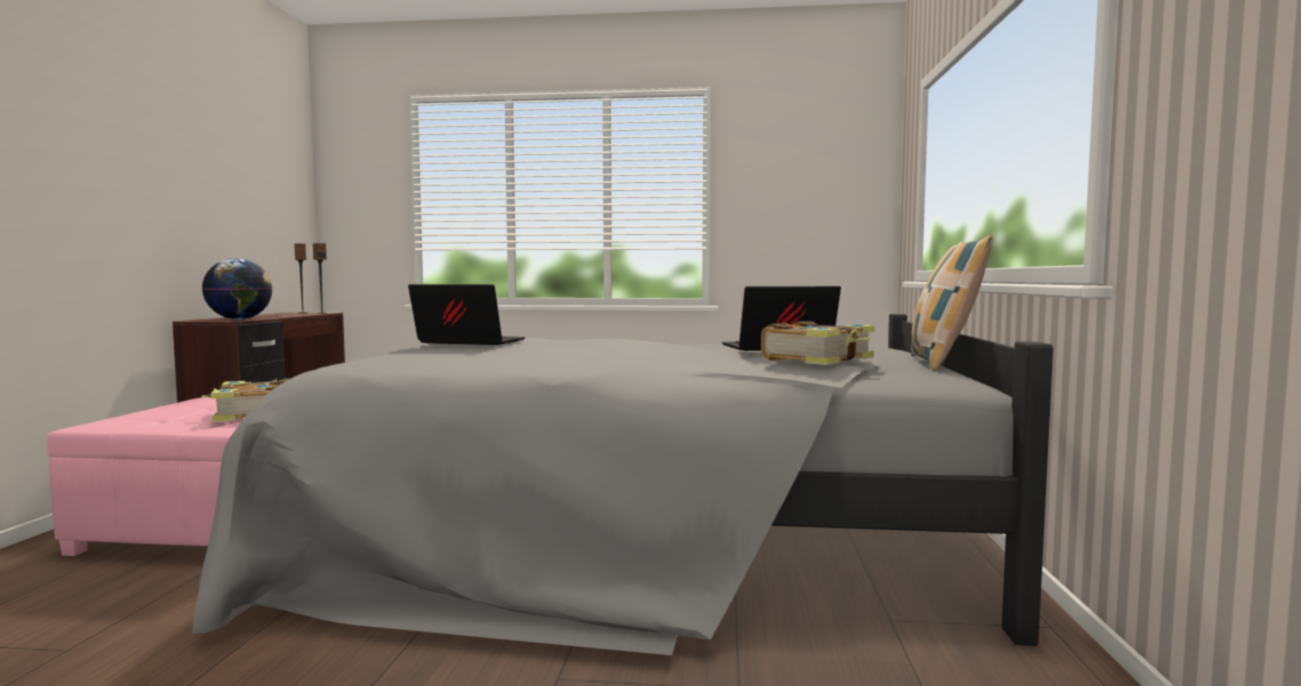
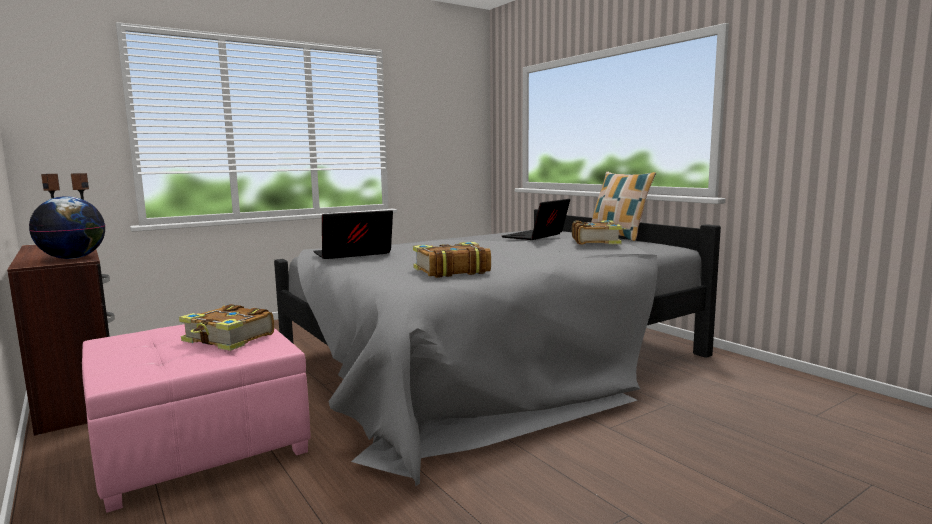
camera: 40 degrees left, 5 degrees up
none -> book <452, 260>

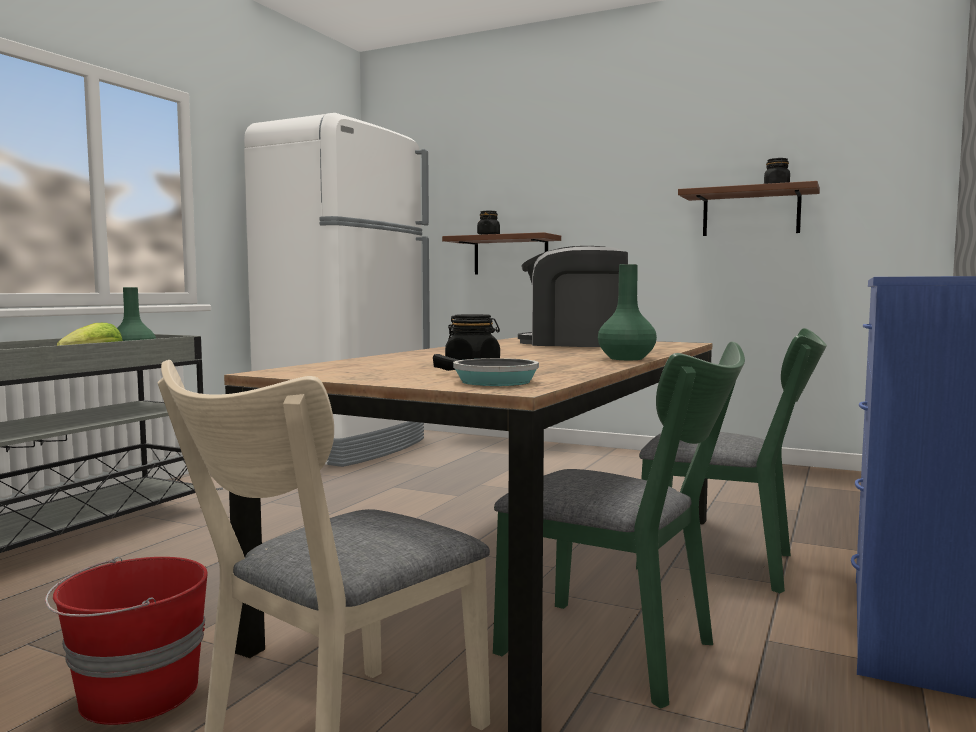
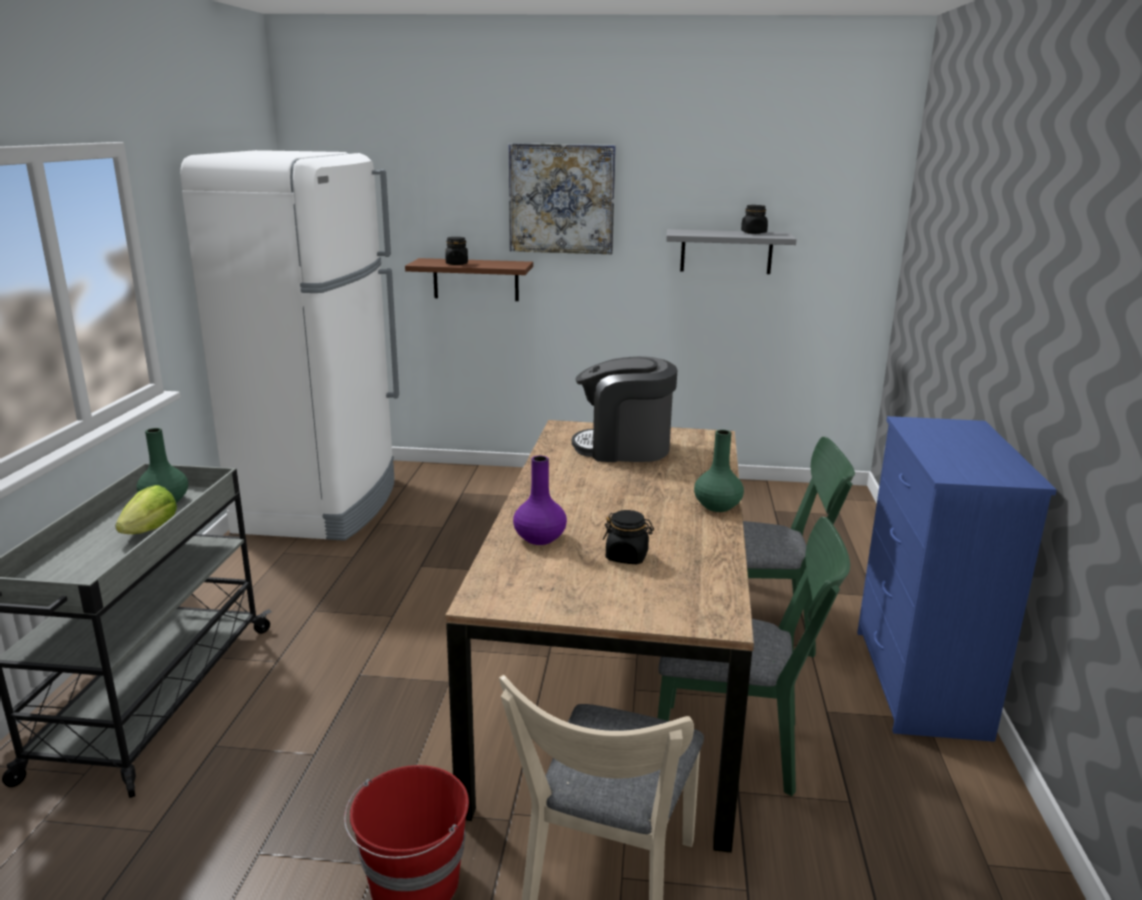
camera: 20 degrees left, 15 degrees up
frying pan <486, 370> -> none
none -> picture <562, 198>
none -> vase (purple) <540, 500>
shelf (brown) <749, 208> -> shelf (grey) <731, 251>

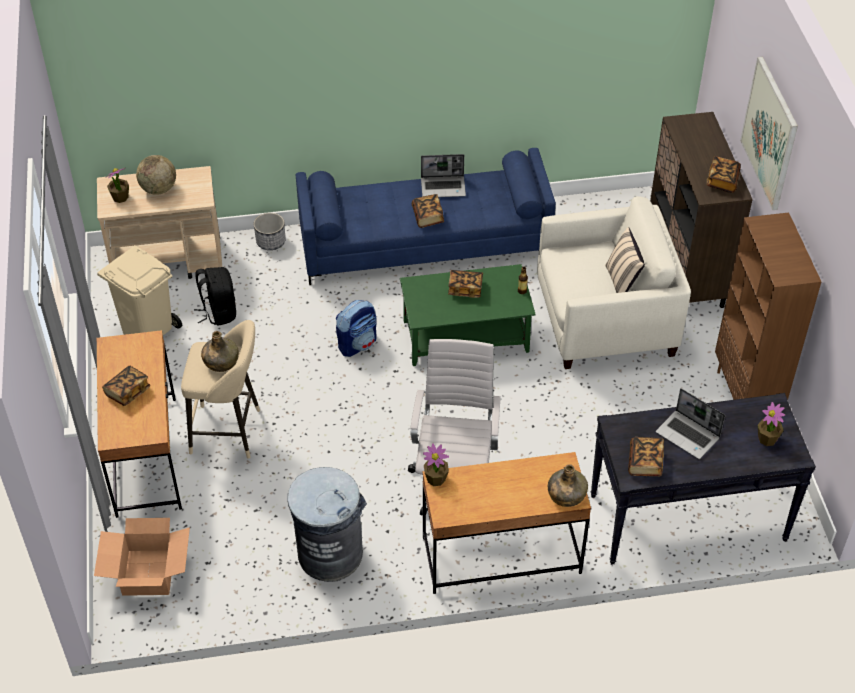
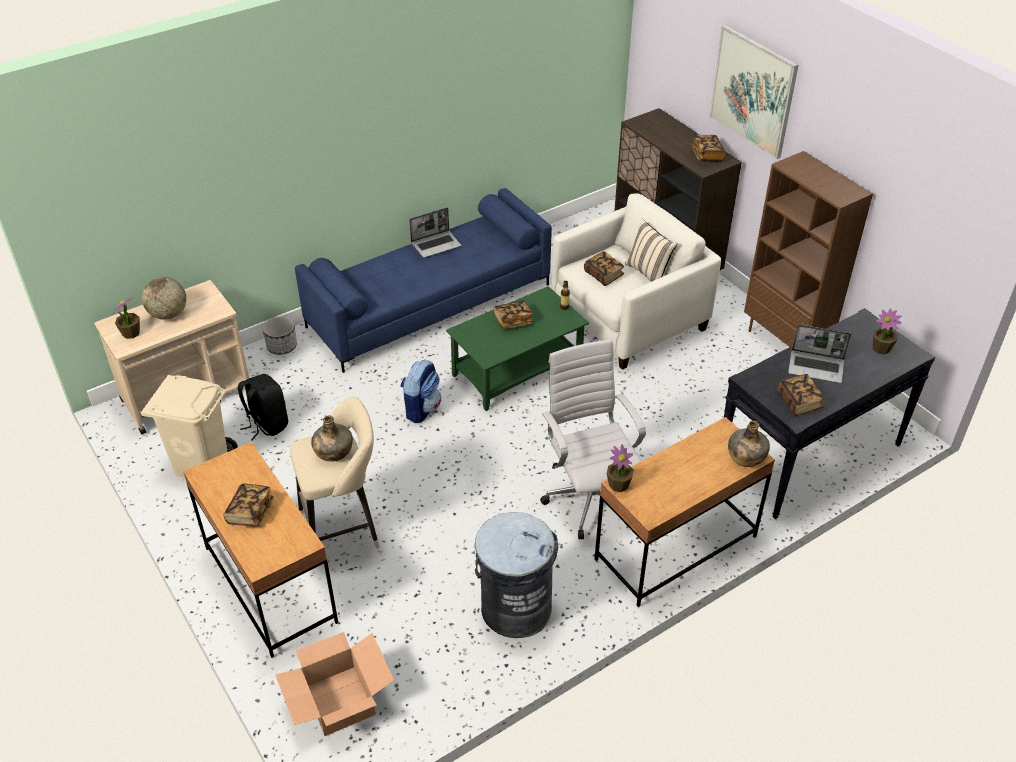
camera: 25 degrees left, 5 degrees down
book <428, 211> -> book <604, 268>, move

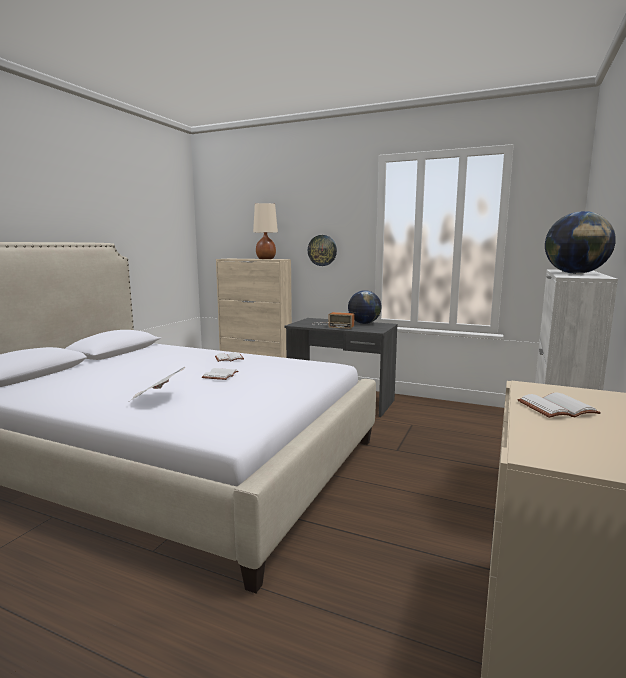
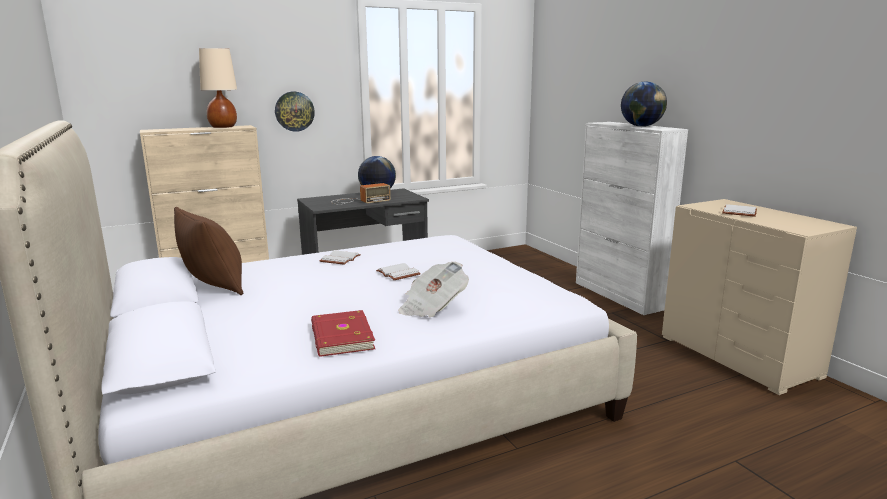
camera: 50 degrees left, 5 degrees up
none -> pillow (brown) <209, 251>
none -> book (red) <343, 333>

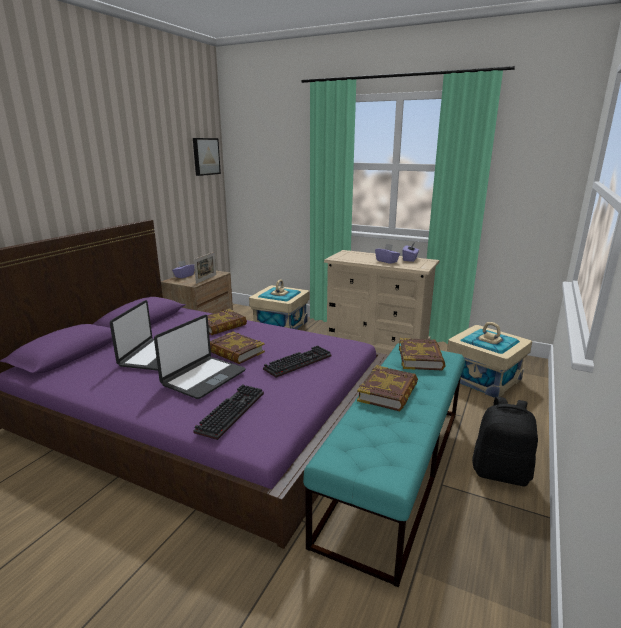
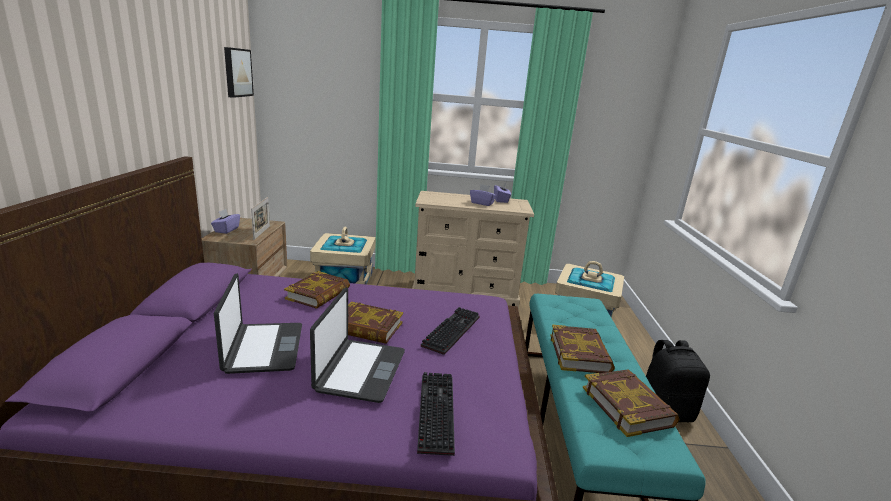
camera: 25 degrees left, 0 degrees up
book <422, 354> -> book <631, 403>, move

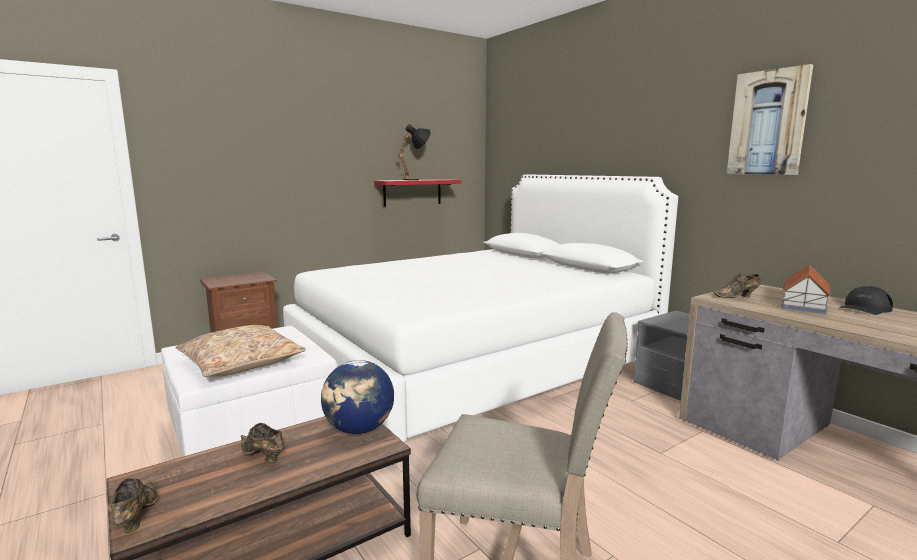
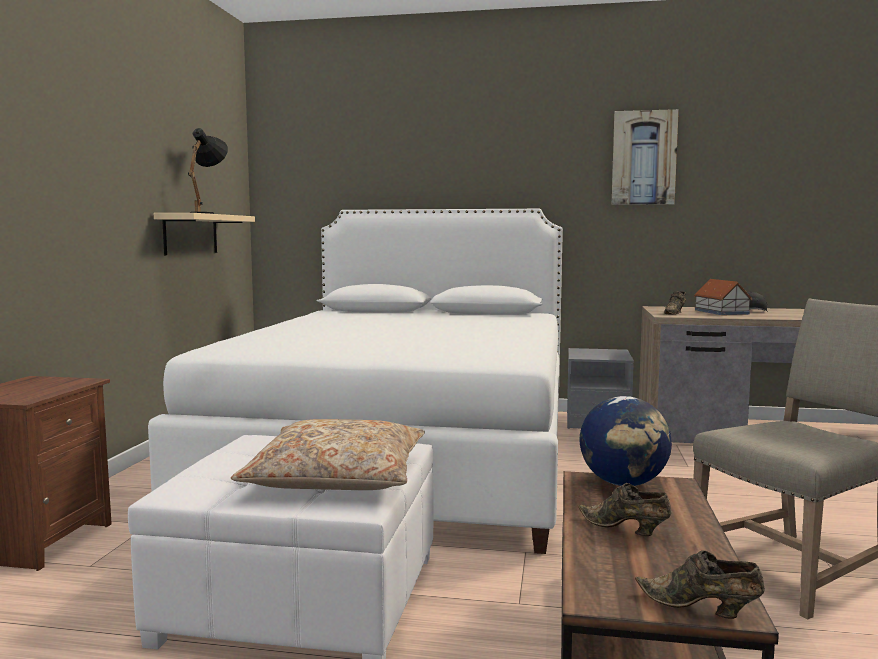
camera: 45 degrees left, 5 degrees down
shelf (red) <417, 193> -> shelf (beige) <204, 234>
shoe (brown) <263, 443> -> shoe (brown) <624, 509>, 45 degrees clockwise

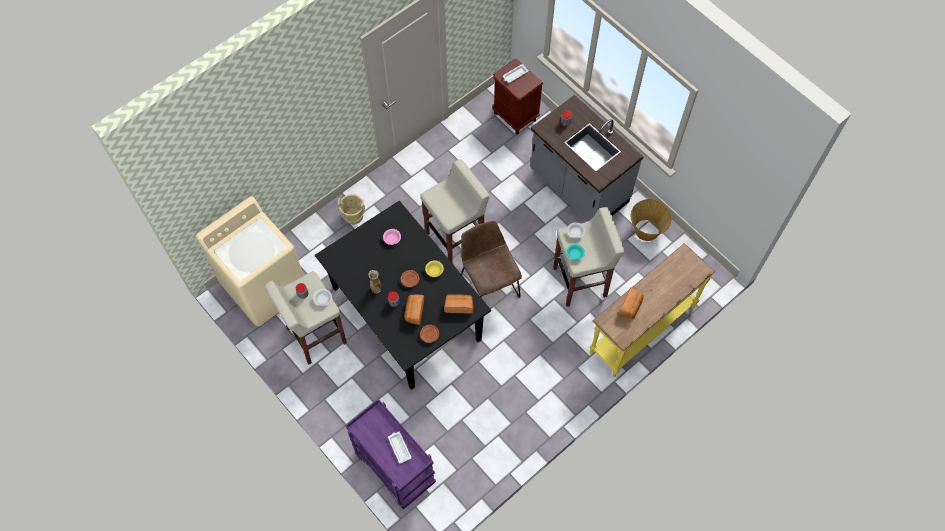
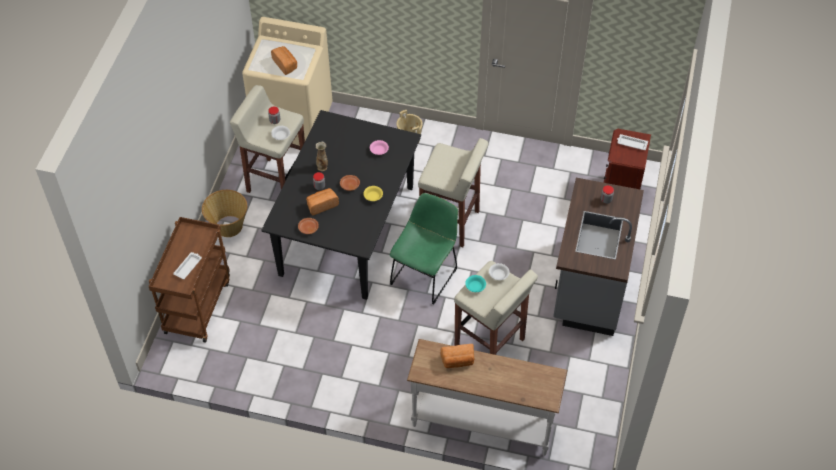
camera: 55 degrees right, 10 degrees down
bread <458, 303> -> bread <284, 60>, move
basket <651, 220> -> basket <224, 213>, move
cart (purple) <390, 454> -> cart (brown) <189, 280>
chair (brown) <491, 259> -> chair (green) <424, 248>
console table (yellow) <652, 310> -> console table (white) <487, 397>

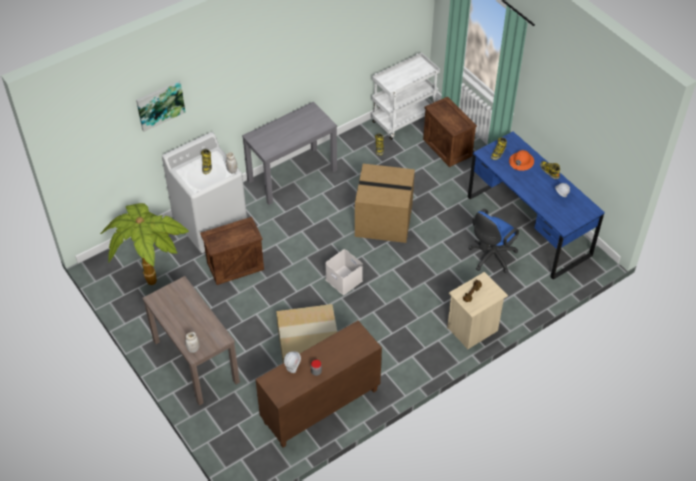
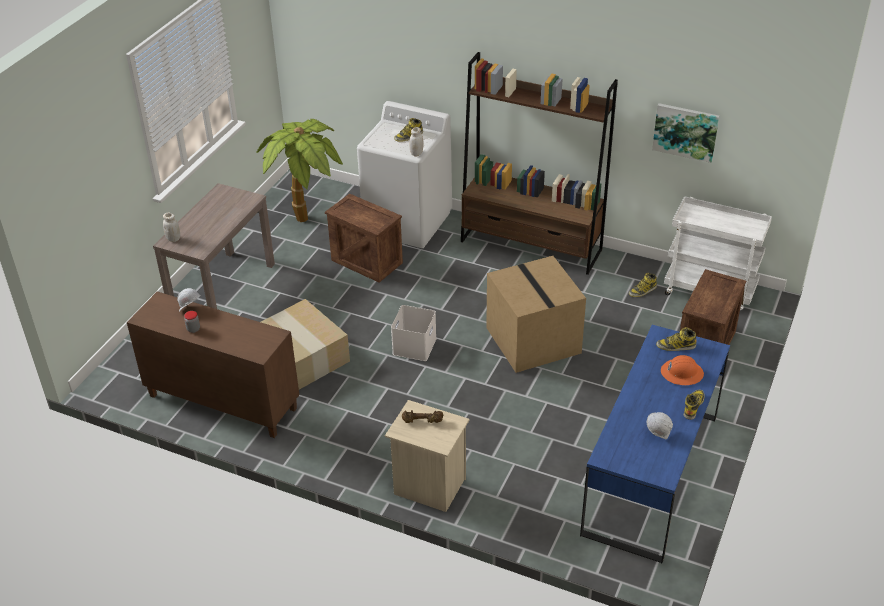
camera: 60 degrees right, 10 degrees down
office chair (blue) <494, 241> -> none
picture <161, 106> -> picture <685, 133>, move
console table (grey) <289, 153> -> bookcase (brown) <539, 163>

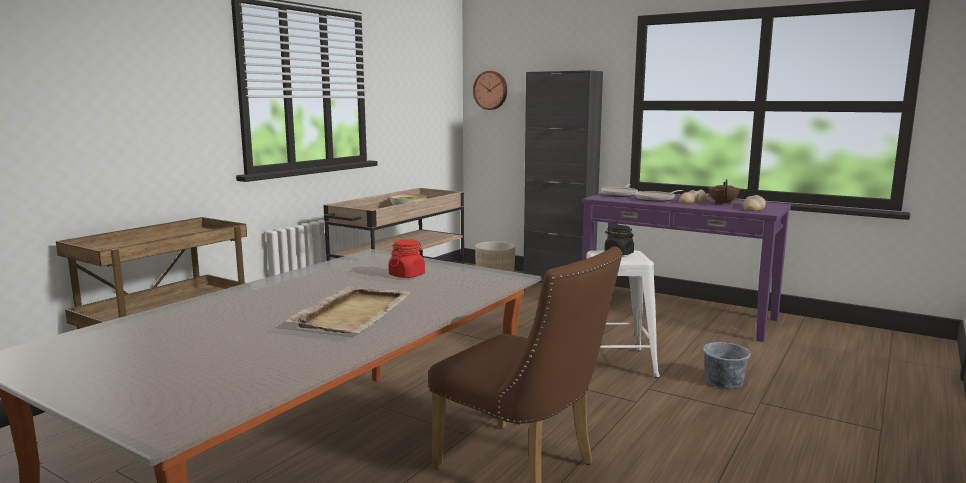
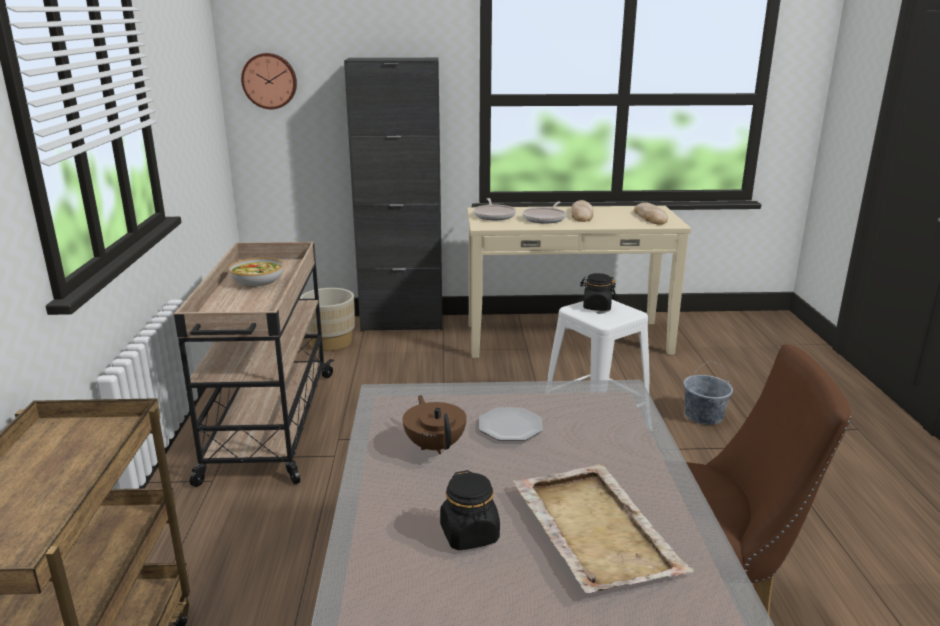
camera: 35 degrees left, 10 degrees up
none -> jar (black) <470, 510>
teapot (brown) <724, 192> -> teapot (brown) <434, 424>, move
jar (red) <406, 258> -> plate <511, 424>
console table (purple) <686, 267> -> console table (beige) <579, 282>

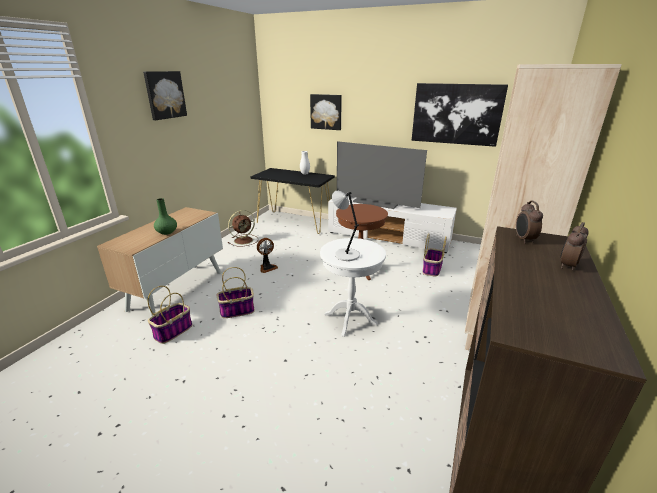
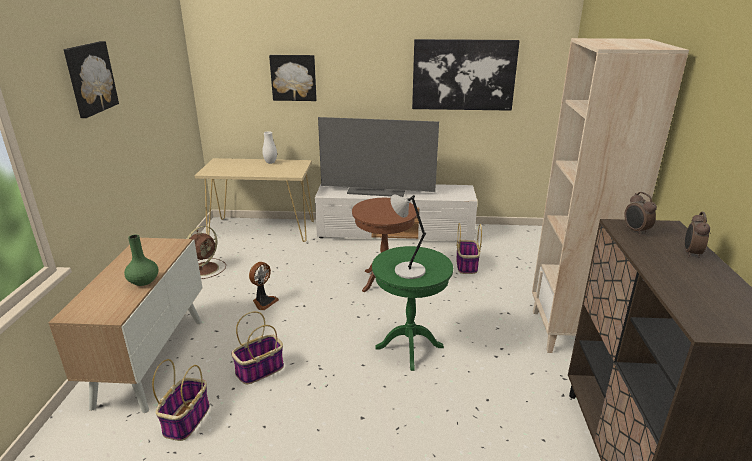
camera: 20 degrees left, 0 degrees up
console table (black) <292, 201> -> console table (beige) <254, 200>
side table (white) <353, 287> -> side table (green) <412, 308>

